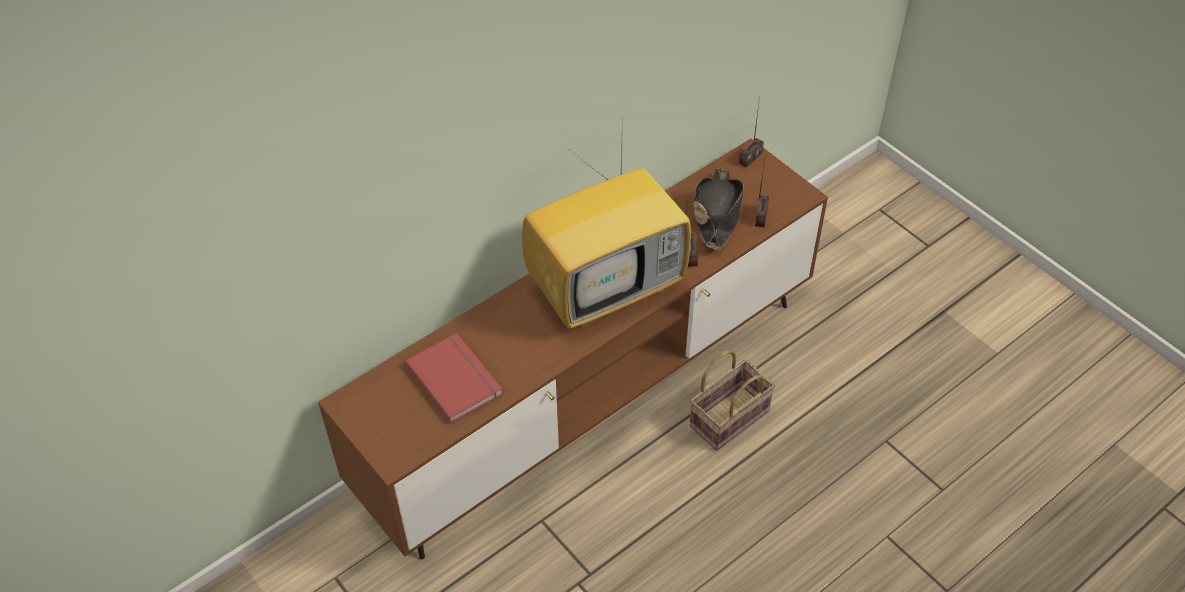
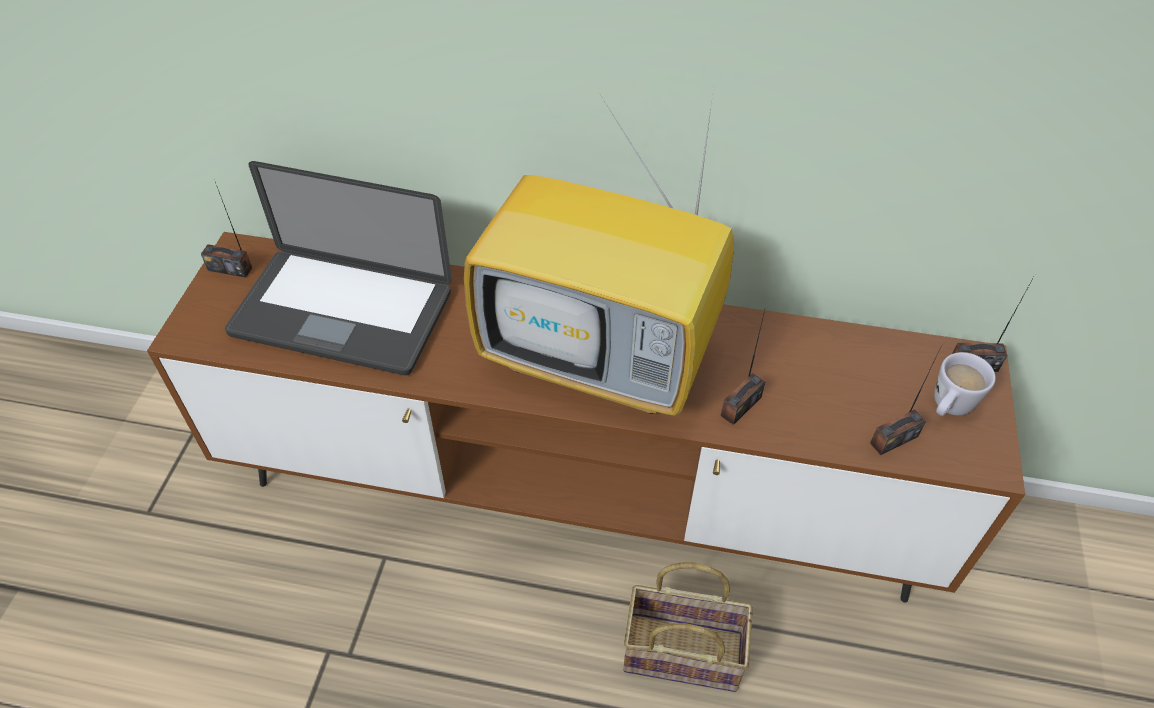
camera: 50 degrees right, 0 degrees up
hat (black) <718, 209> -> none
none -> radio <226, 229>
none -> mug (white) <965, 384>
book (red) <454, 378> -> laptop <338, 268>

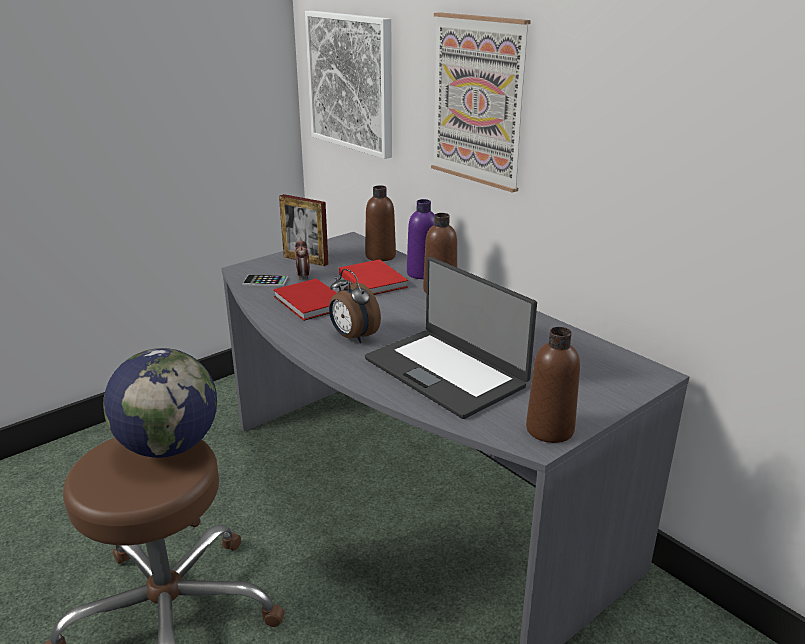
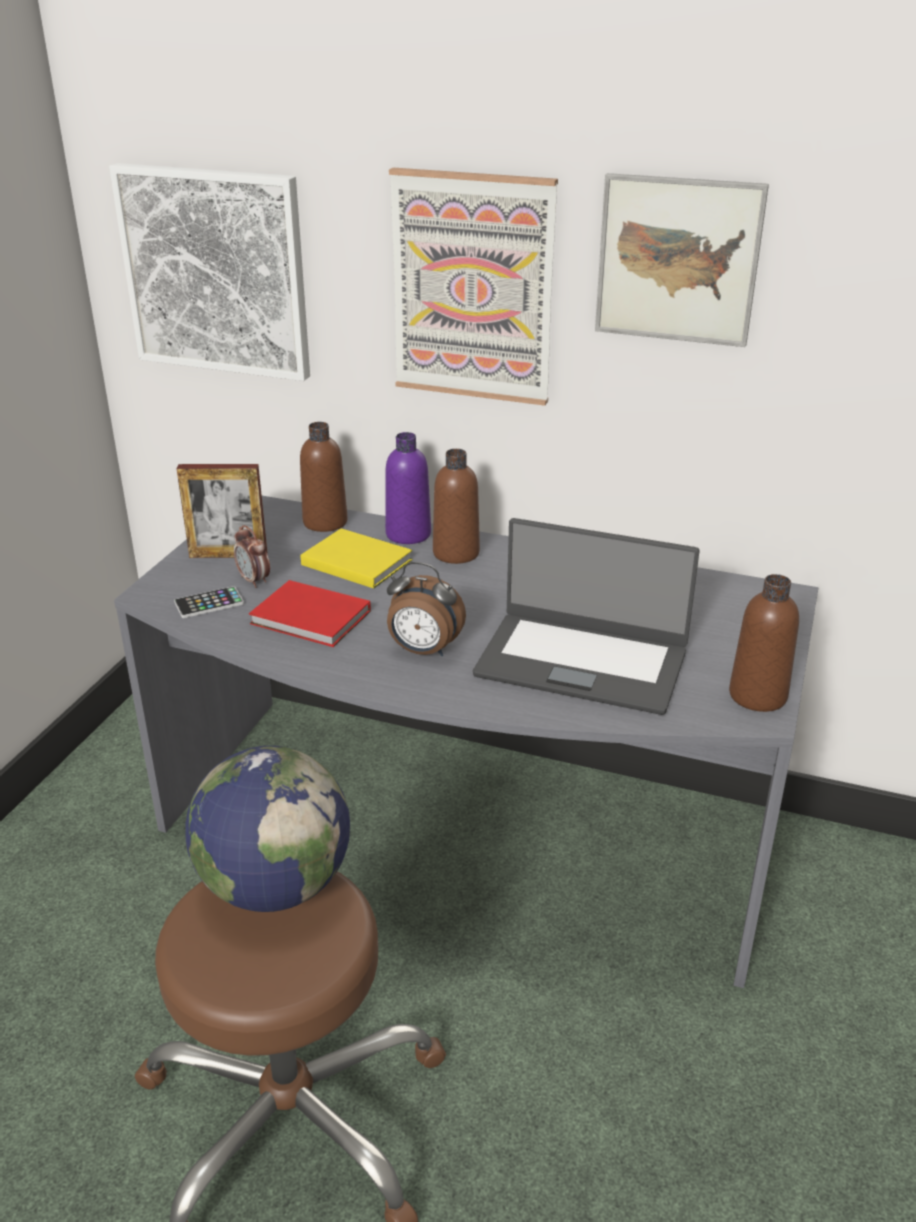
camera: 30 degrees left, 5 degrees up
none -> picture <682, 260>
book (red) <373, 277> -> book (yellow) <356, 558>

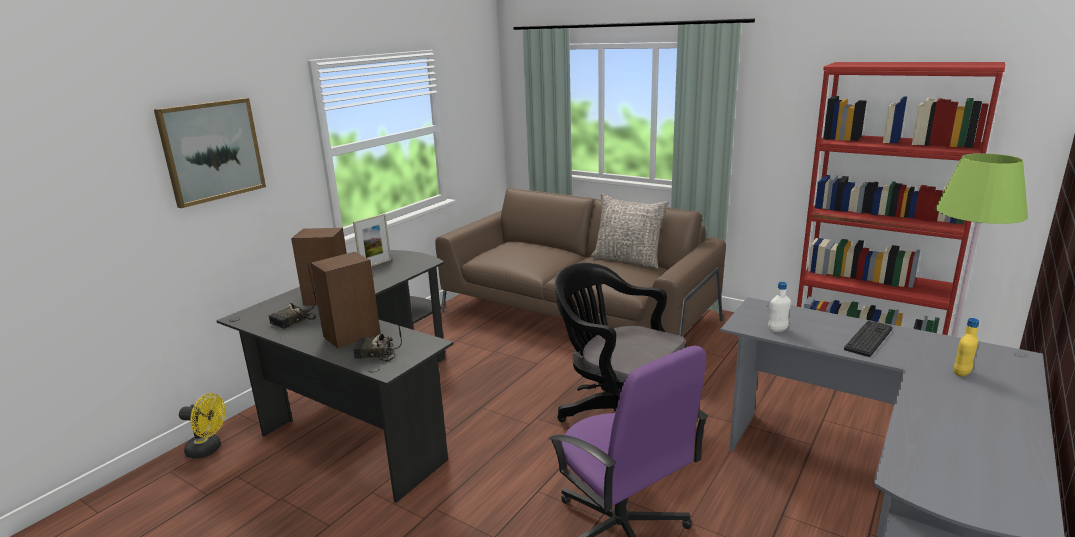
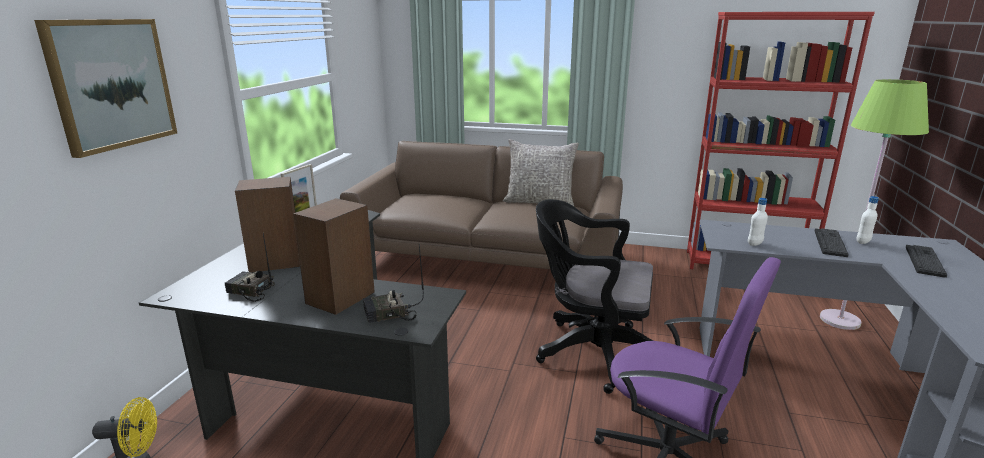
camera: 20 degrees left, 0 degrees up
none -> bottle (white) <868, 220>
bottle (yellow) <966, 347> -> keyboard <926, 261>
radio <292, 295> -> radio <250, 267>, 90 degrees clockwise

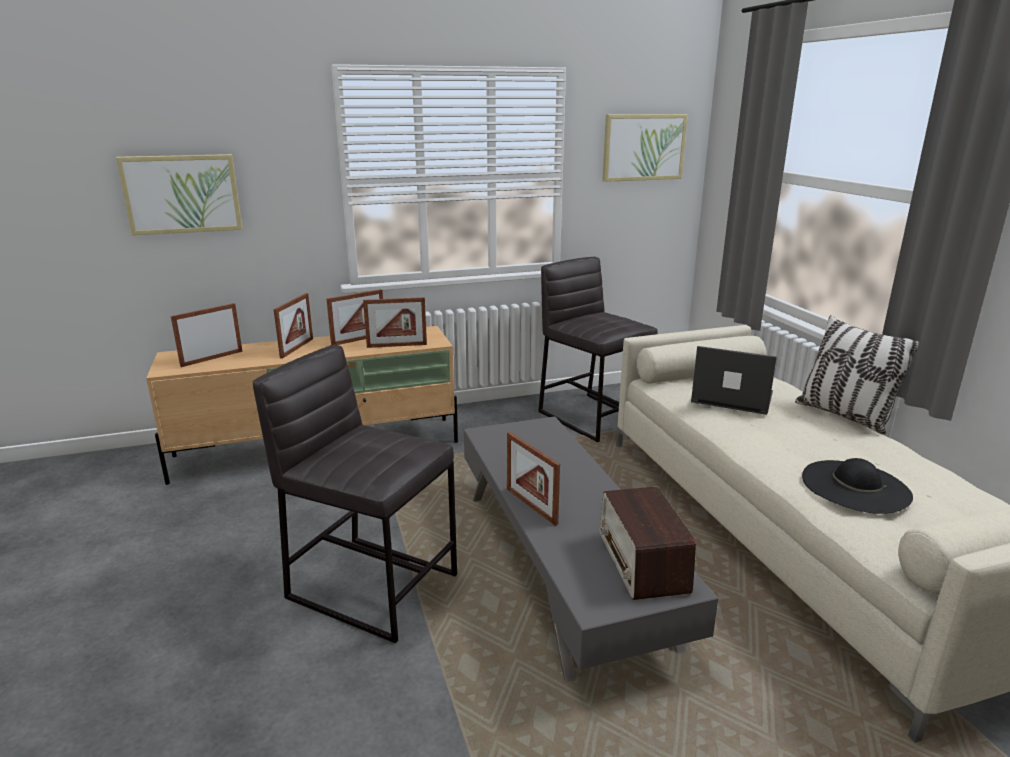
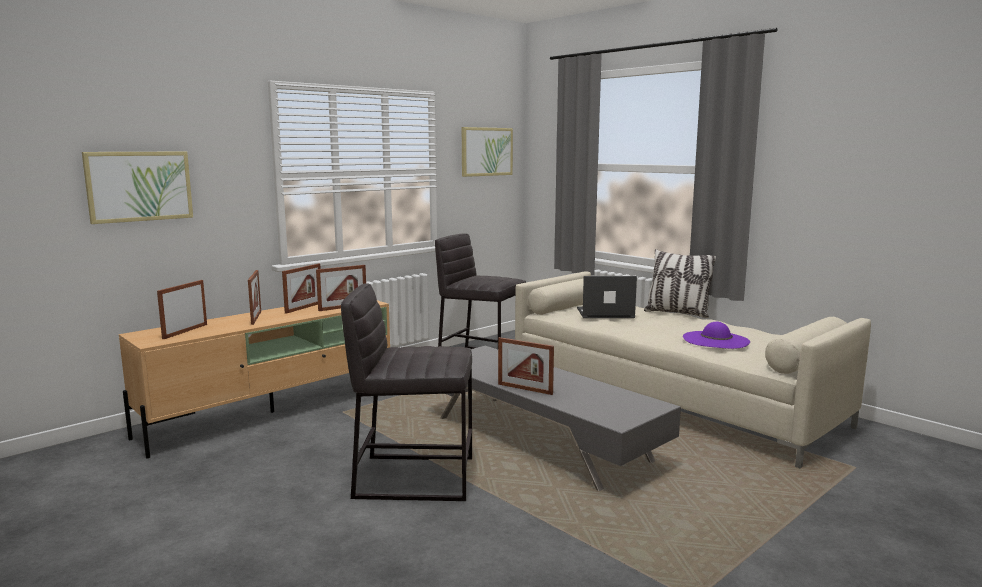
camera: 25 degrees left, 10 degrees down
radio <648, 543> -> none
hat (black) <857, 486> -> hat (purple) <716, 335>

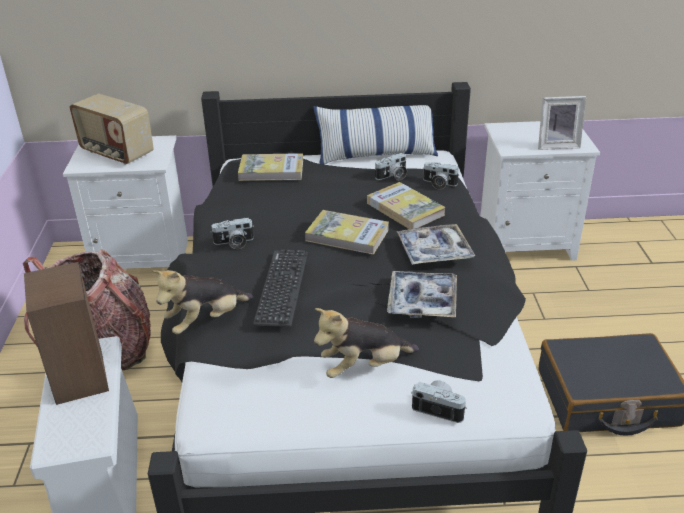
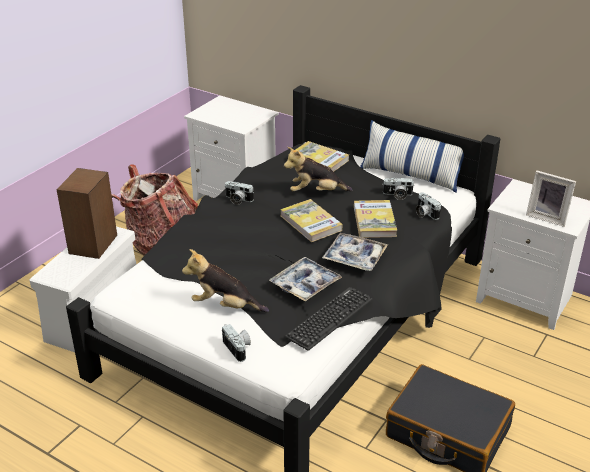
camera: 35 degrees right, 0 degrees up
radio <112, 129> -> none
plush toy <202, 302> -> plush toy <318, 169>, move
keyboard <280, 288> -> keyboard <328, 319>, move

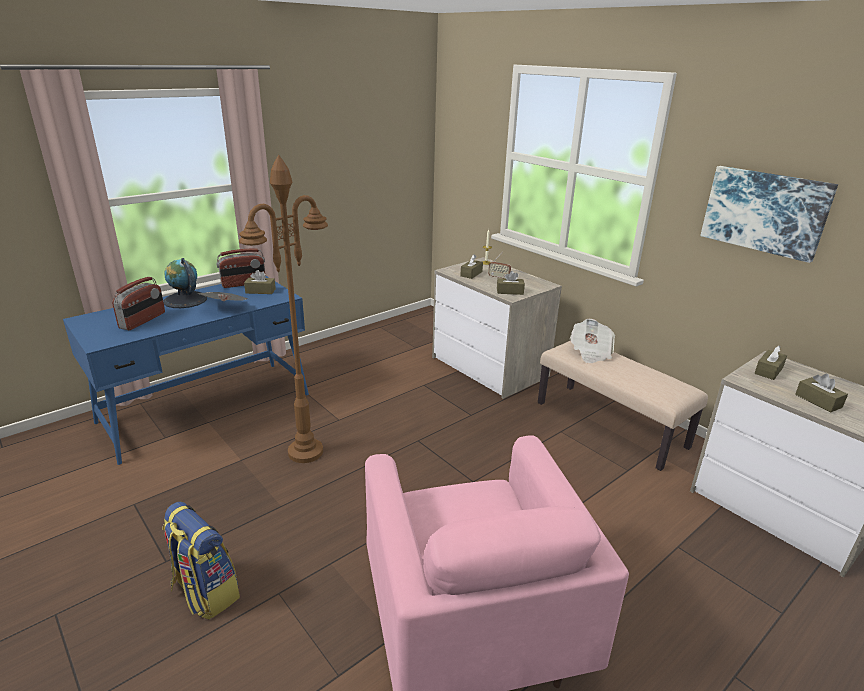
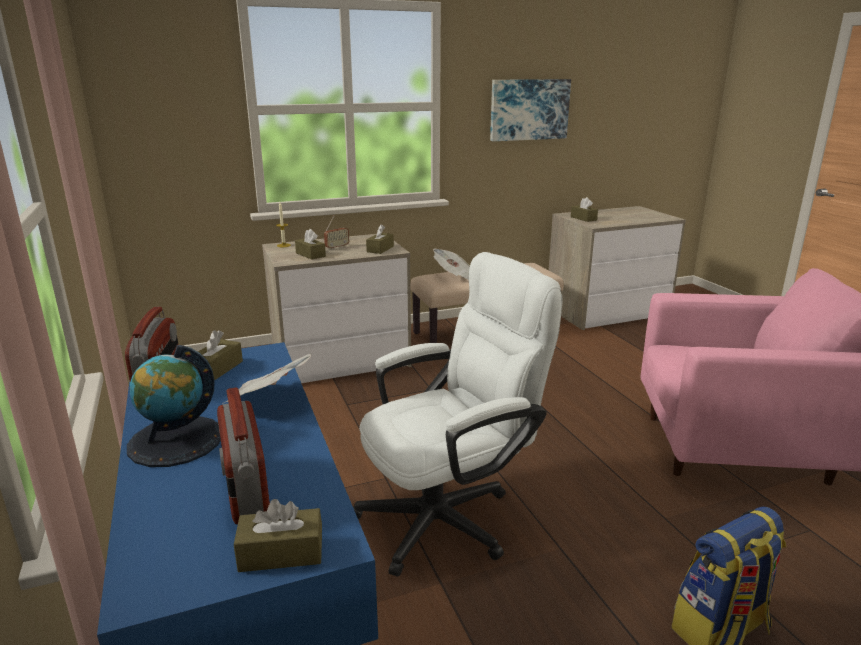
camera: 70 degrees left, 5 degrees down
tissue box (brown) <821, 393> -> tissue box (brown) <278, 535>, move
floor lamp (brown) <283, 309> -> office chair (white) <458, 414>
radio <138, 303> -> radio <243, 456>, 150 degrees counterclockwise

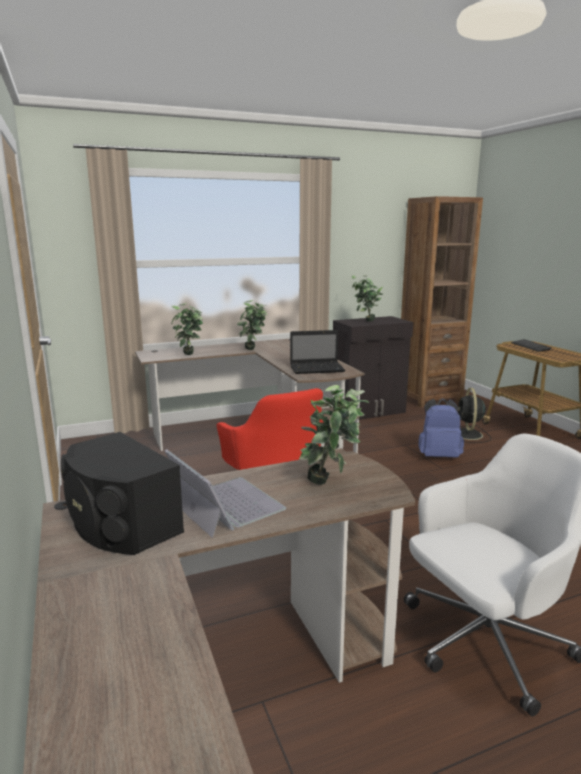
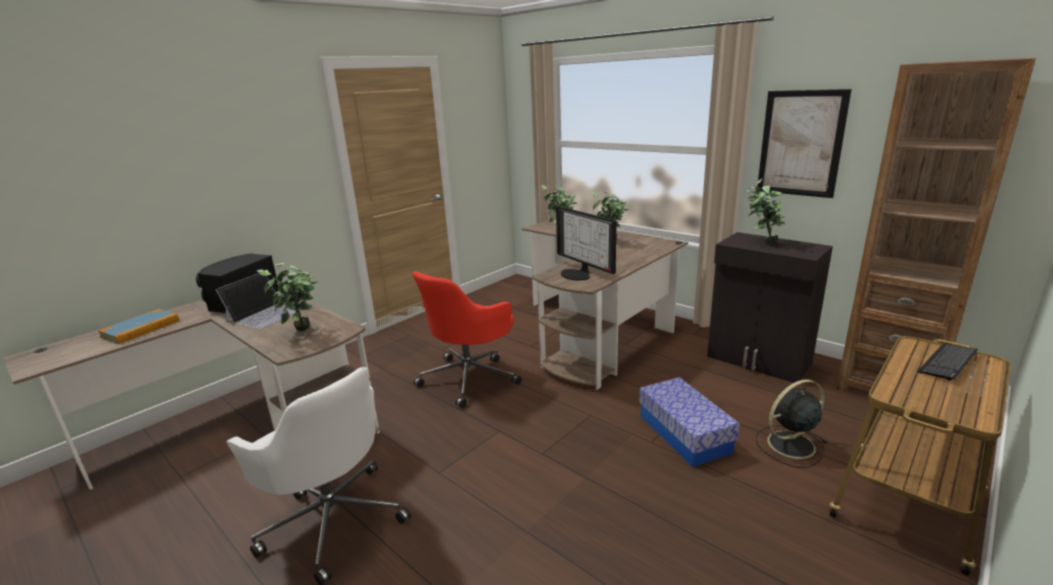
camera: 65 degrees right, 5 degrees up
none -> book <138, 326>
none -> picture <804, 143>
laptop <317, 352> -> monitor <586, 243>
backpack (blue) <441, 428> -> storage box <689, 422>

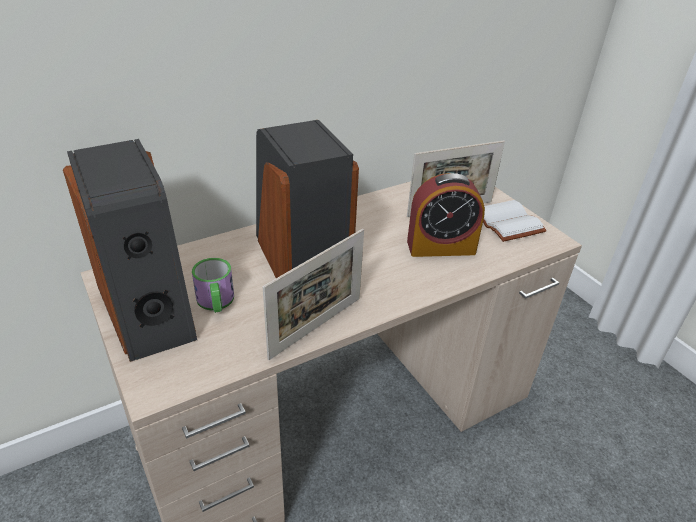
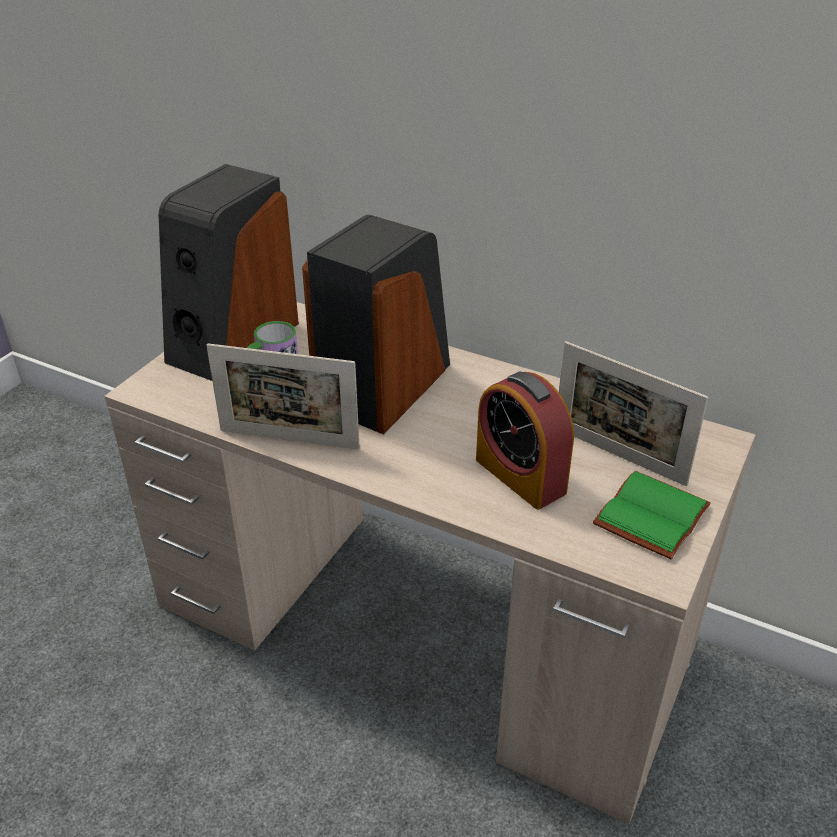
camera: 60 degrees right, 0 degrees up
book (white) <515, 221> -> book (green) <652, 515>

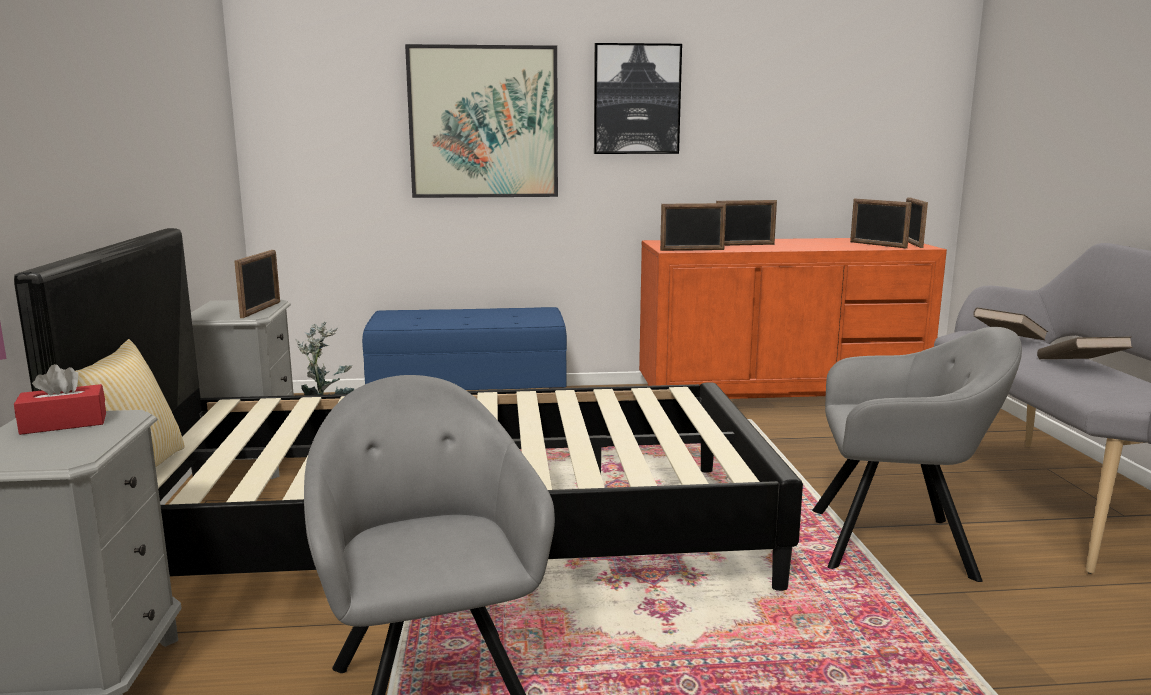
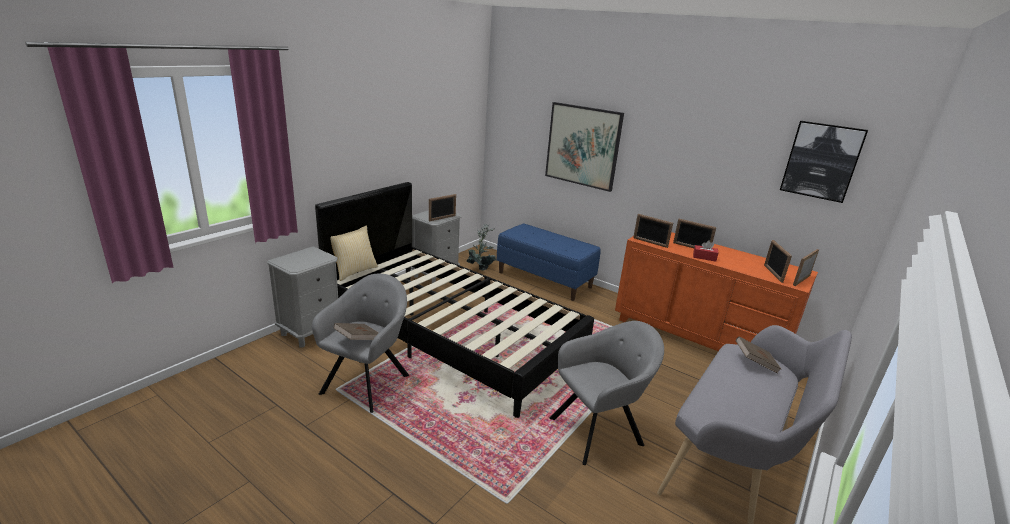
camera: 40 degrees right, 10 degrees up
tissue box (red) <60, 399> -> tissue box (red) <705, 251>, move
picture <638, 98> -> picture <824, 162>, move
book (brown) <1085, 348> -> book (brown) <356, 331>, move
armchair (grey) <917, 454> -> armchair (grey) <606, 393>, 75 degrees counterclockwise

